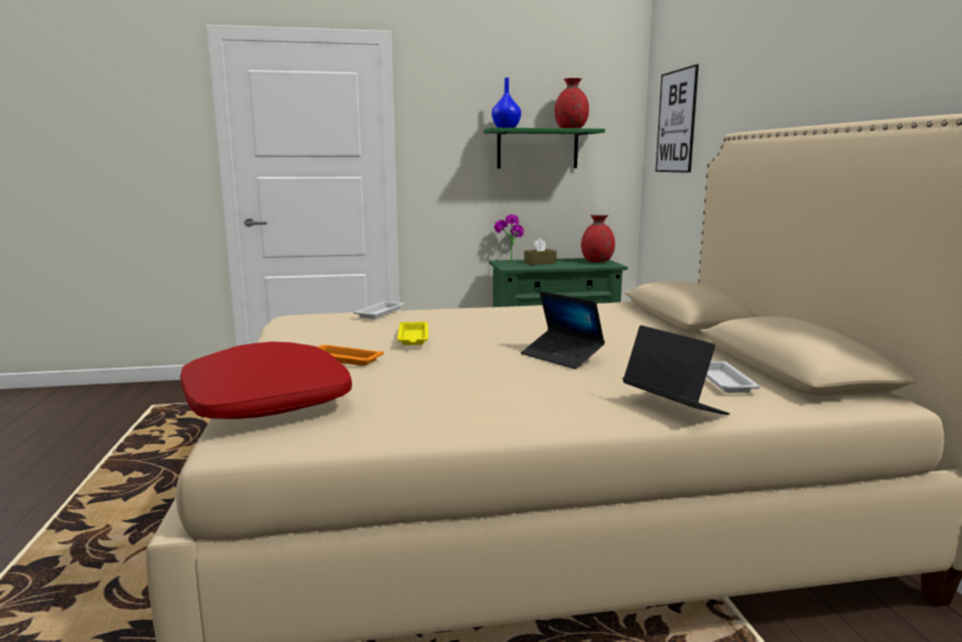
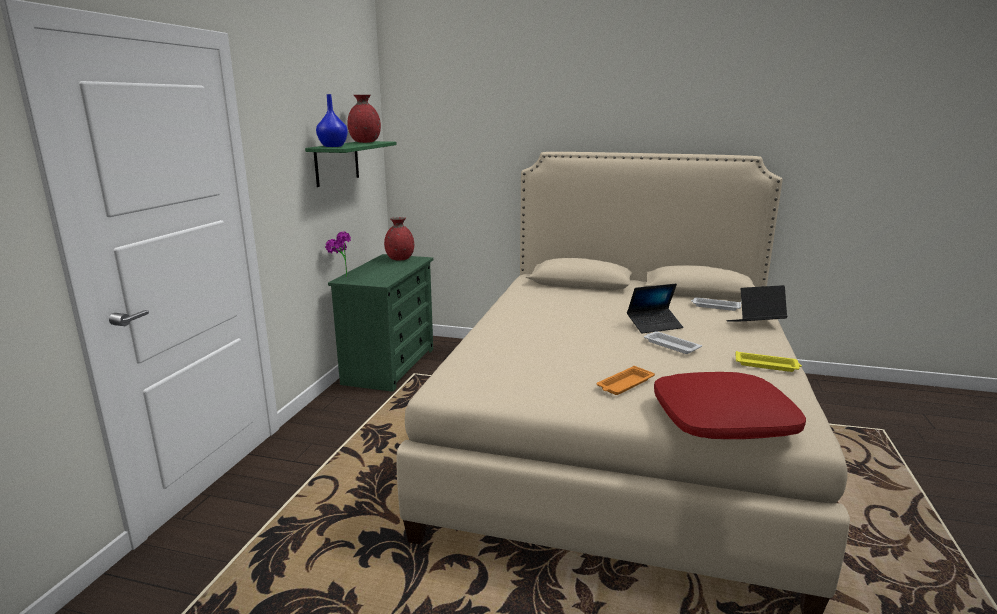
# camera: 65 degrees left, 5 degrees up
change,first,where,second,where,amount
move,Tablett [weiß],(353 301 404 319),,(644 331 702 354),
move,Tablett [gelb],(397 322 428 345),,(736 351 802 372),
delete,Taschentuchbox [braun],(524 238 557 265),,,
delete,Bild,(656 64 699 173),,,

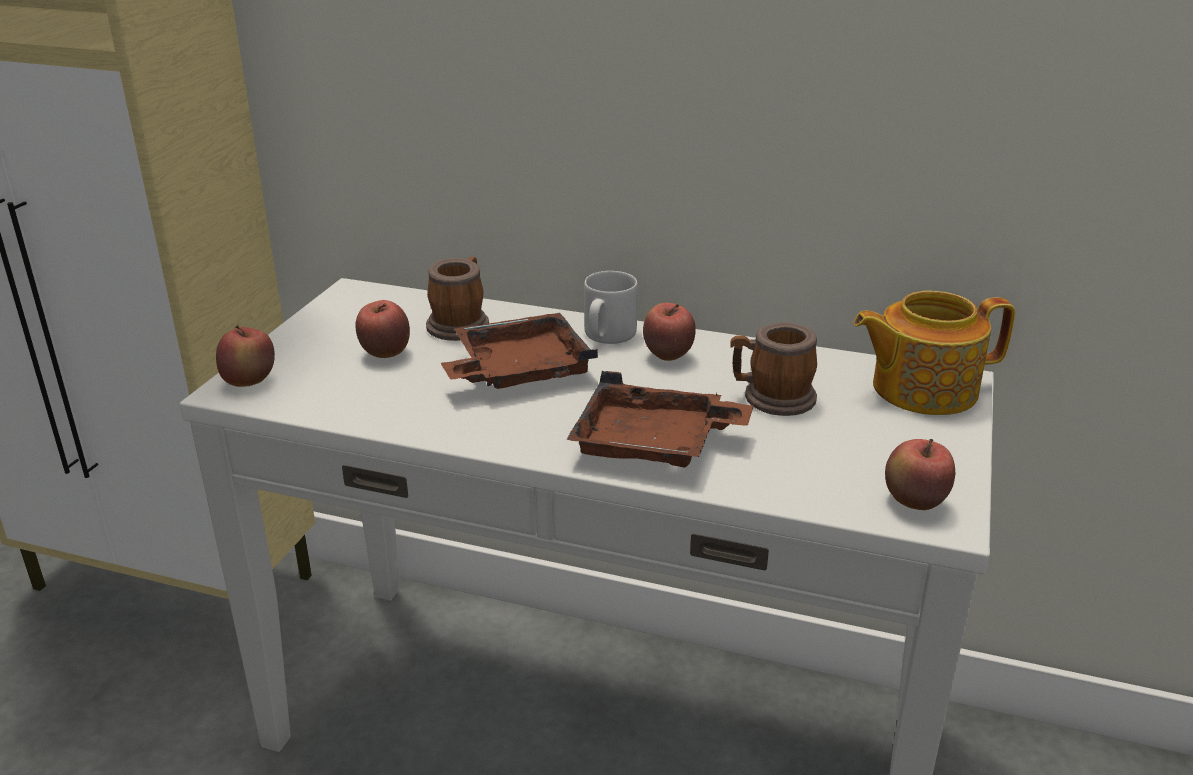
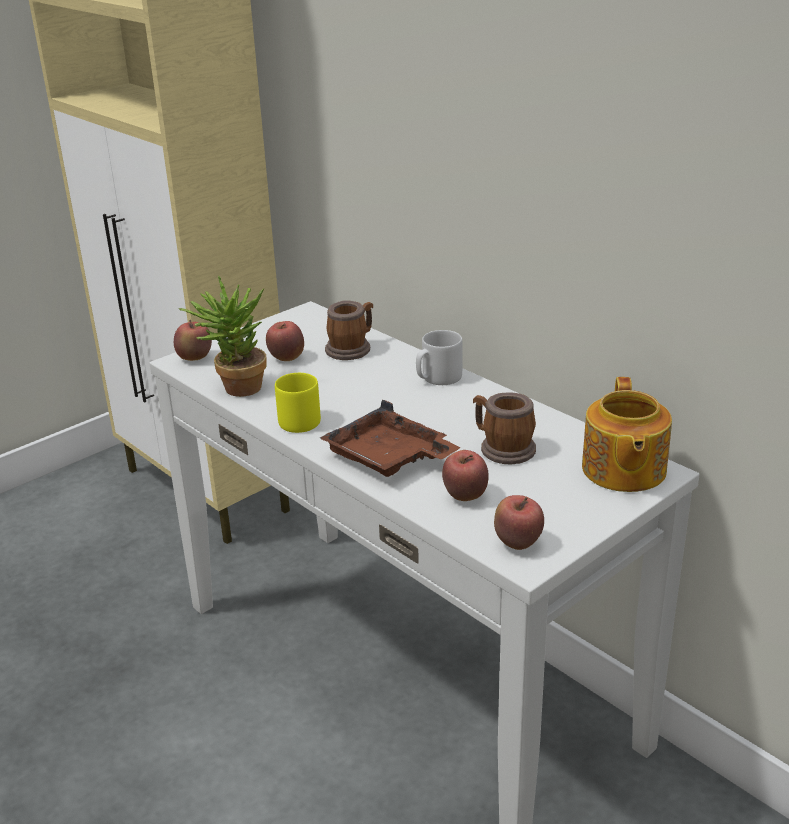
# camera: 30 degrees right, 0 degrees up
change,first,where,second,where,amount
delete,Tablett [braun],(441 313 598 389),,,
move,Apfel,(643 303 696 361),,(442 450 489 501),
rotate,Teekanne,(853 291 1015 415),,(582 377 672 492),105 degrees counterclockwise
insert,,,Topfpflanze,(179 276 267 397),
insert,,,Henkelbecher [gelb],(275 373 321 433),

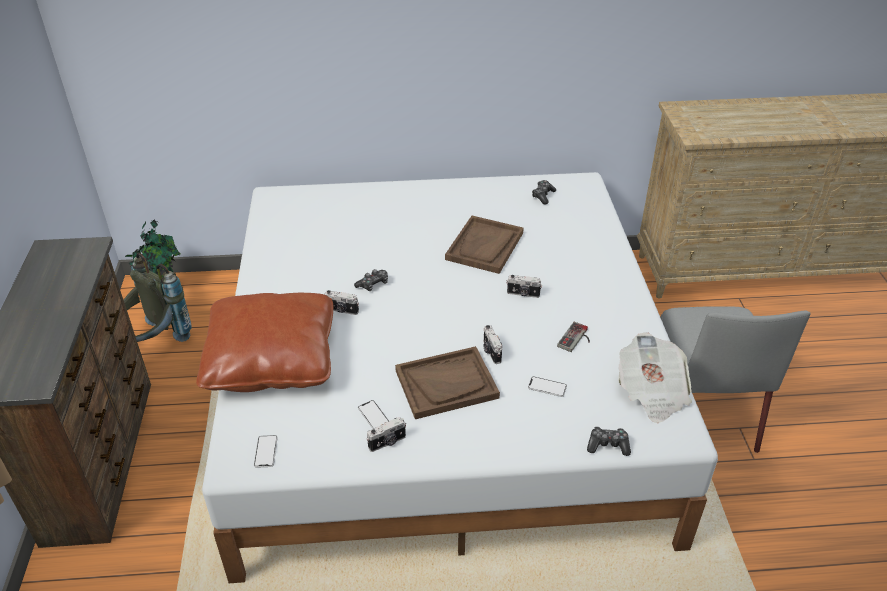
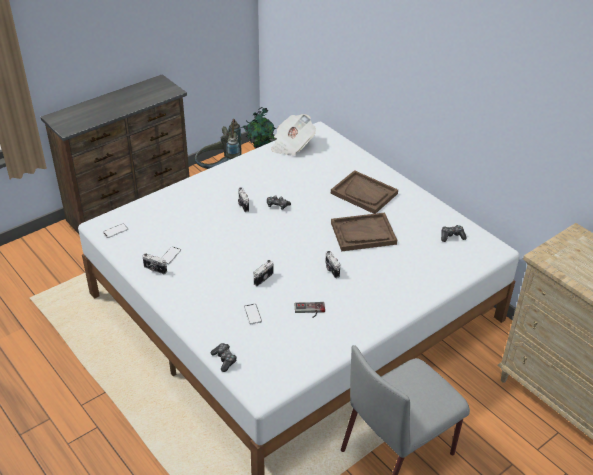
# camera: 55 degrees right, 0 degrees up
change,first,where,second,where,amount
delete,Kissen [braun],(196 293 333 392),,,
move,Tablett [braun],(395 346 500 419),,(331 170 398 214),
move,Zeitung,(618 332 692 423),,(271 114 316 156),

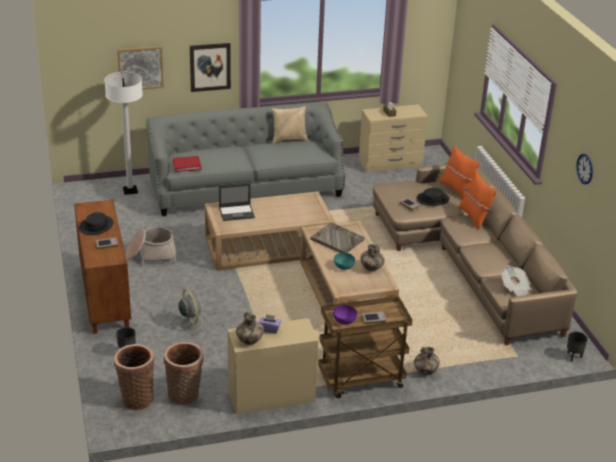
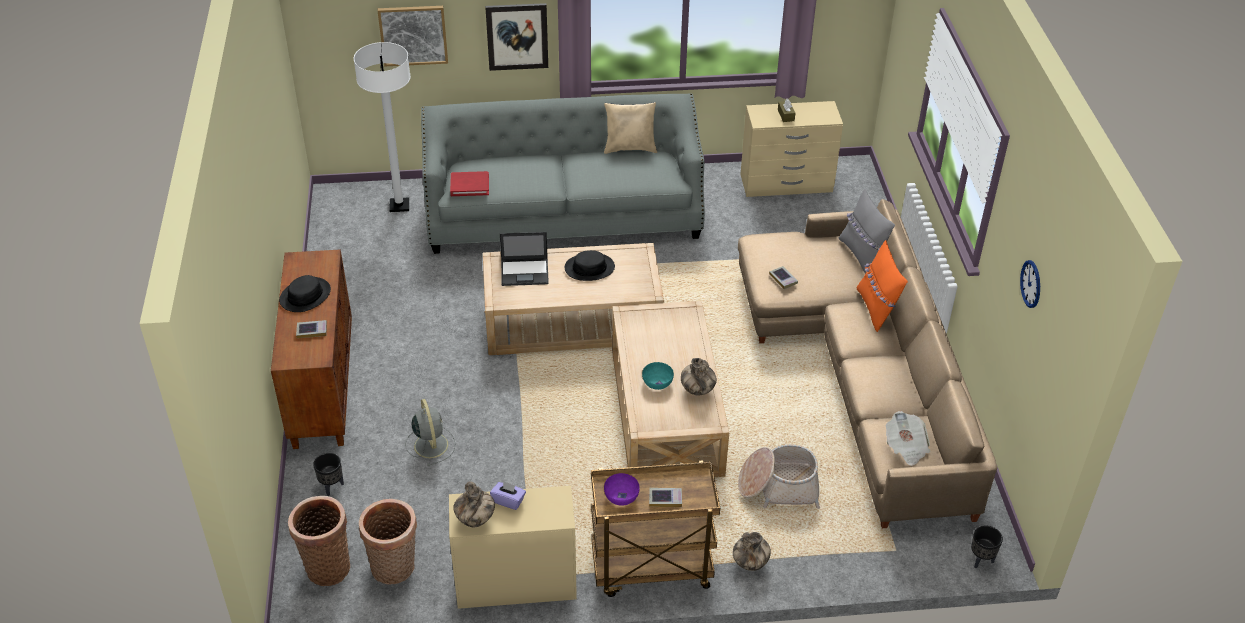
# camera: 10 degrees right, 10 degrees up
change,first,where,second,where,amount
move,Korb,(126 227 177 265),,(738 444 820 509),
delete,Tablett [grau],(310 223 365 253),,,
move,Hut [schwarz],(416 188 449 206),,(565 250 615 281),
recolor,Kissen [orange],(439 145 480 200),Kissen [grau],(839 189 895 274),

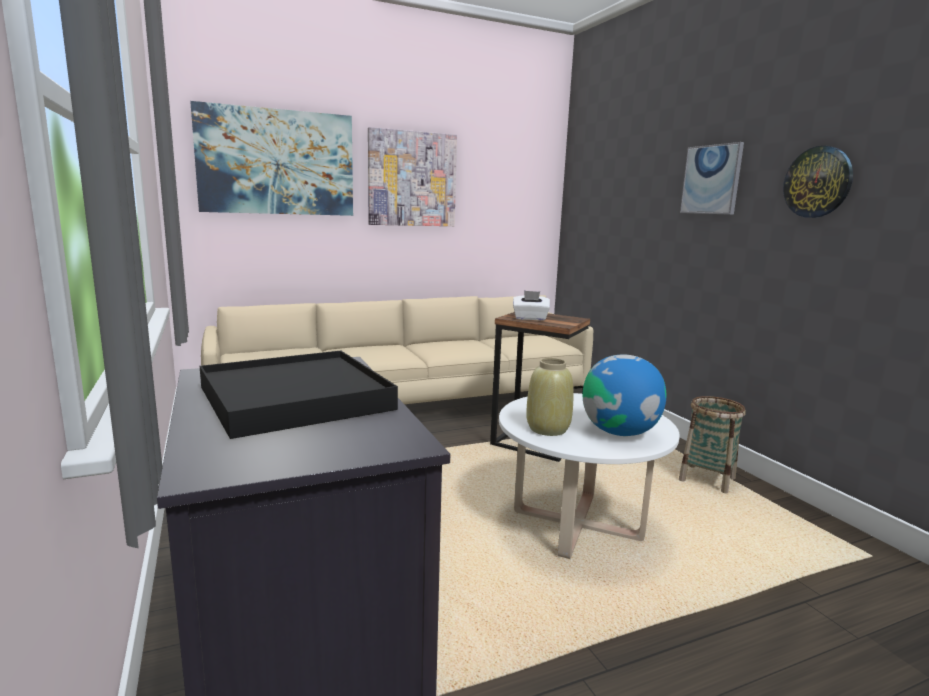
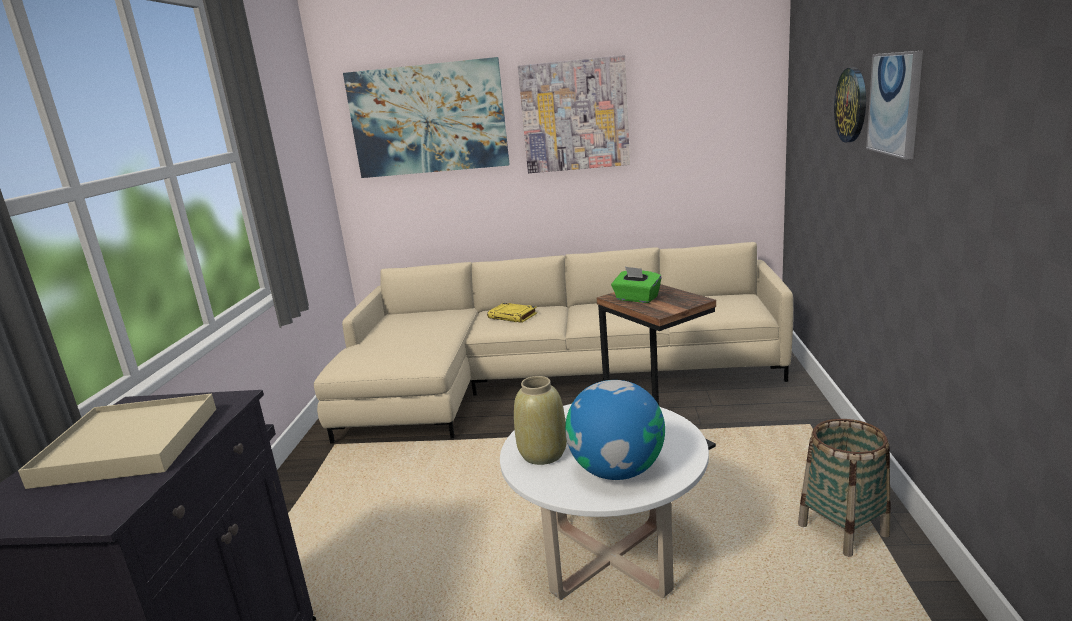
# camera: 30 degrees right, 5 degrees up
change,first,where,second,where,amount
recolor,Tablett [schwarz],(200 351 398 439),Tablett [beige],(18 394 216 489),
recolor,Taschentuchbox [weiß],(513 290 550 321),Taschentuchbox [grün],(611 267 662 303),
move,Wanduhr,(783 146 853 218),,(834 67 866 142),
insert,,,Buch [gelb],(487 303 537 323),

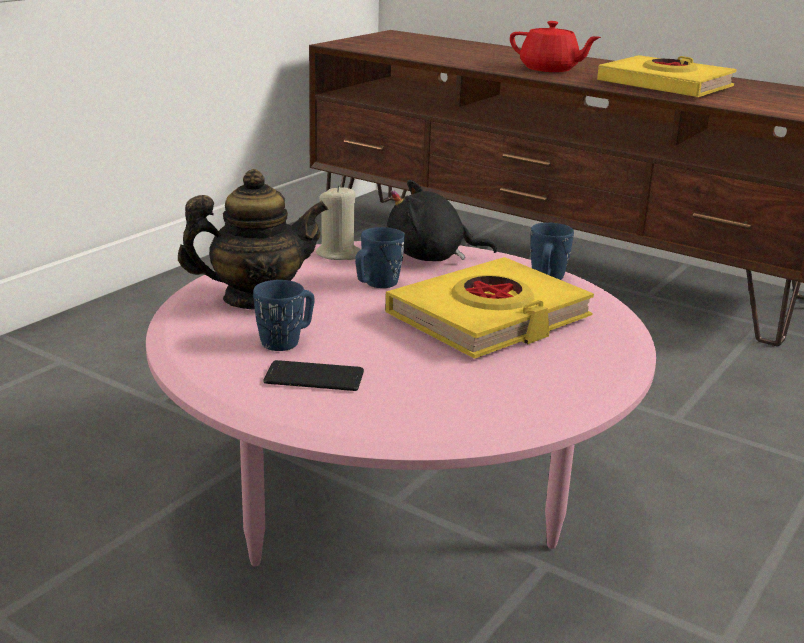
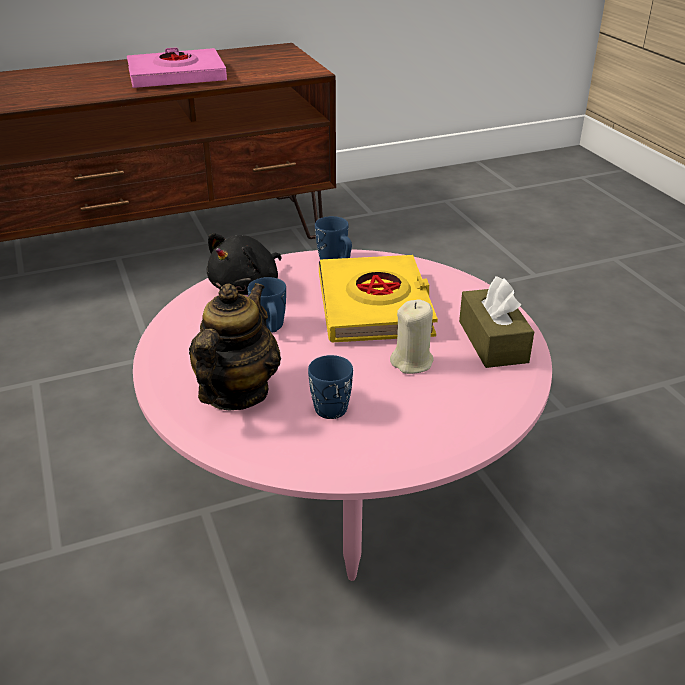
# camera: 55 degrees left, 10 degrees up
change,first,where,second,where,amount
delete,Handy,(263 360 364 391),,,
move,Kerze [beige],(316 185 361 260),,(390 299 434 374),
delete,Teekanne [rot],(510 21 601 72),,,
recolor,Buch [gelb],(597 55 736 97),Buch [rosa],(127 48 227 88),
insert,,,Taschentuchbox [braun],(459 276 534 368),

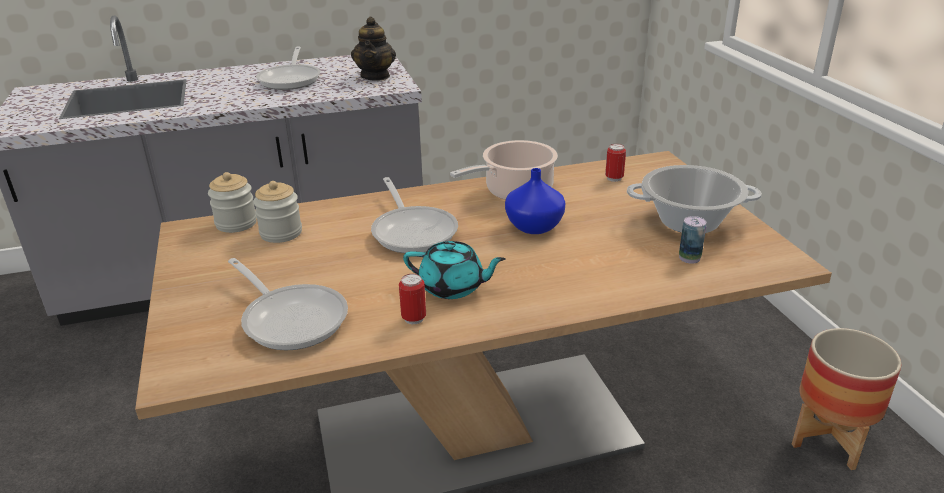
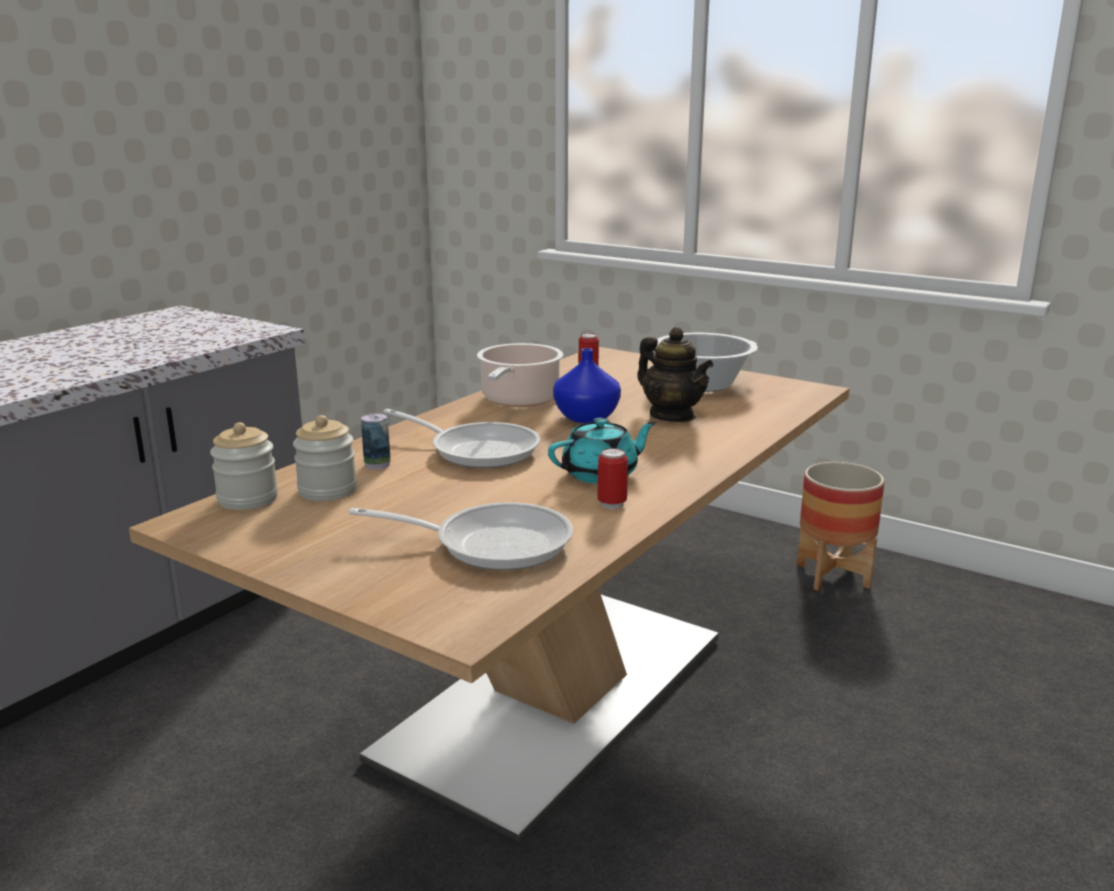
# camera: 40 degrees left, 10 degrees down
change,first,where,second,where,amount
delete,Pfanne,(256 46 320 90),,,
move,Teekanne,(351 17 396 81),,(637 327 713 422),
move,Dose,(679 216 706 264),,(361 413 391 470),

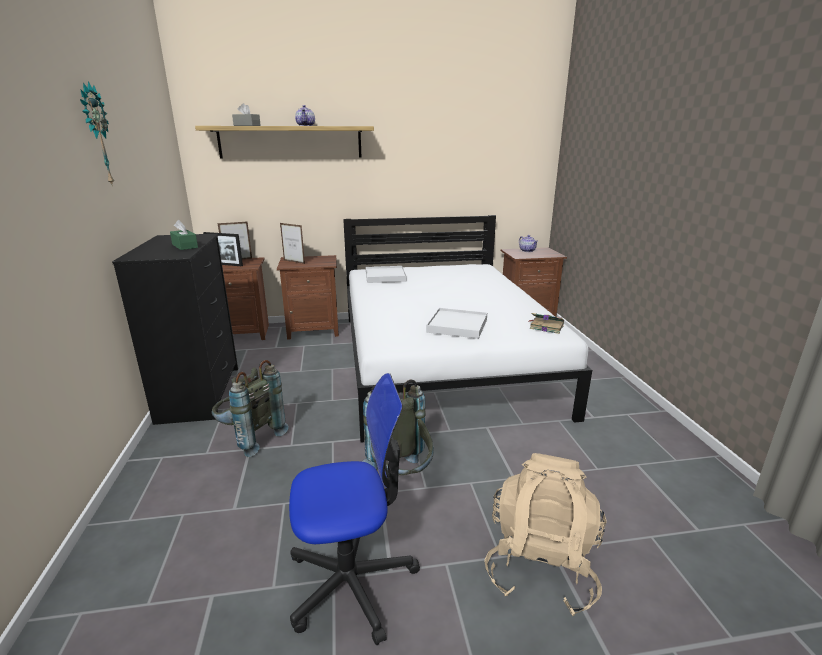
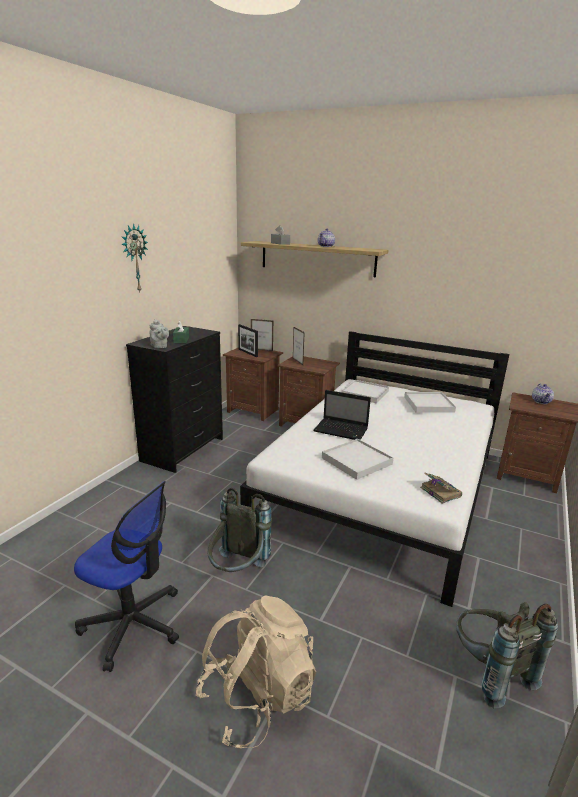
# camera: 35 degrees right, 0 degrees up
change,first,where,second,where,amount
move,Rucksack [grau],(212 360 289 457),,(456 602 558 708),
insert,,,Teekanne [grau],(149 319 169 348),
insert,,,Laptop,(313 390 371 440),
insert,,,Tablett [weiß],(404 392 456 413),

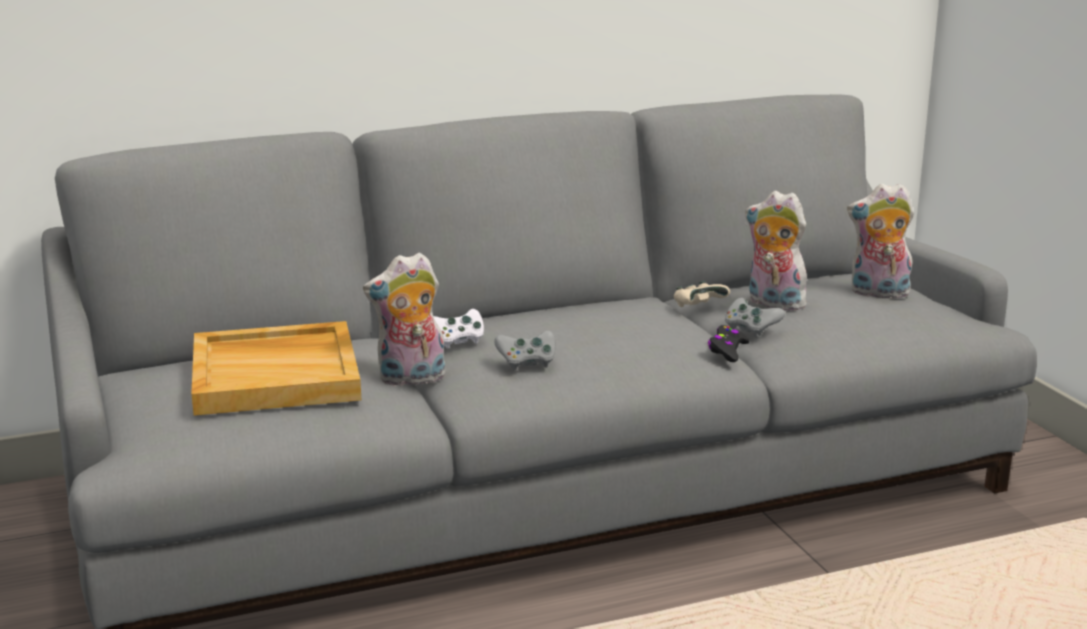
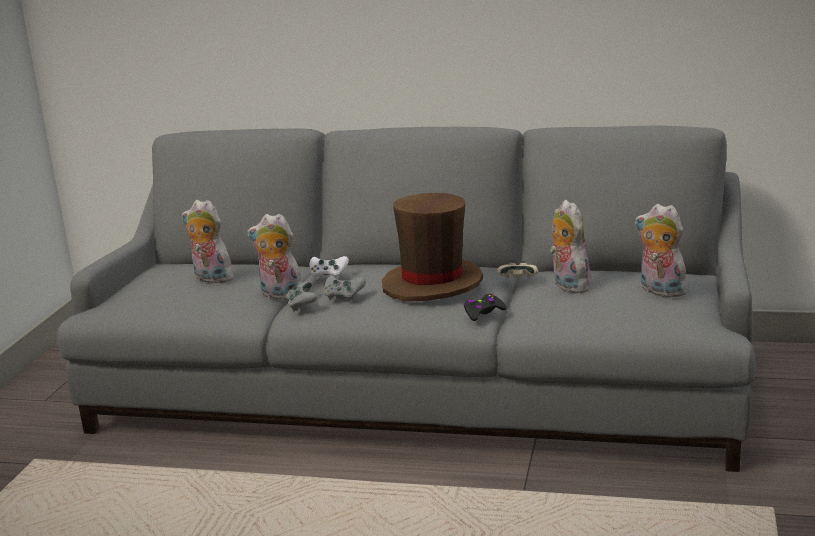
# camera: 35 degrees right, 0 degrees up
change,first,where,second,where,amount
replace,Tablett [beige],(191 321 361 416),Plüschtier,(182 200 236 285),
move,Gamepad [grau],(725 298 785 337),,(285 282 317 311),
insert,,,Hut [braun],(382 193 483 302),

